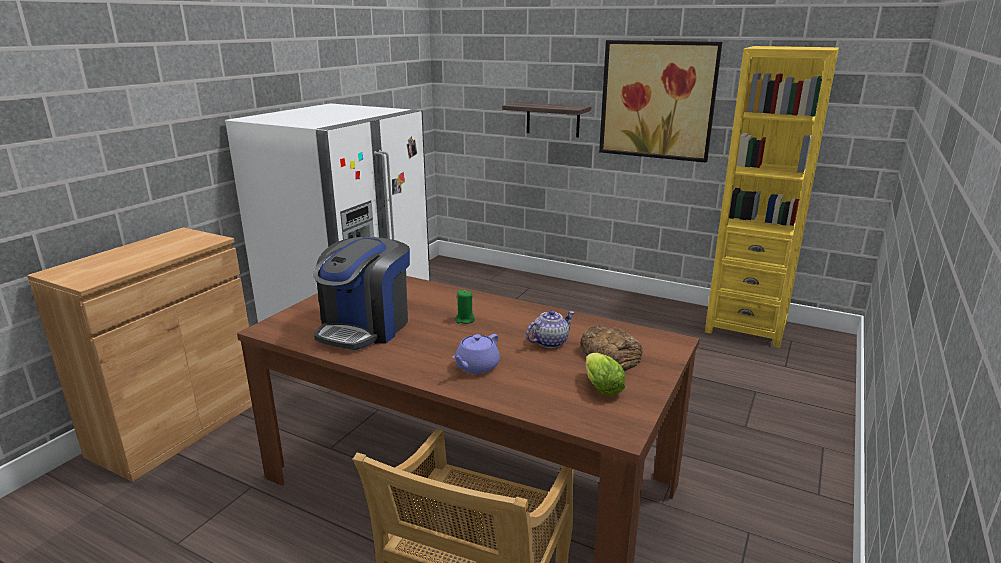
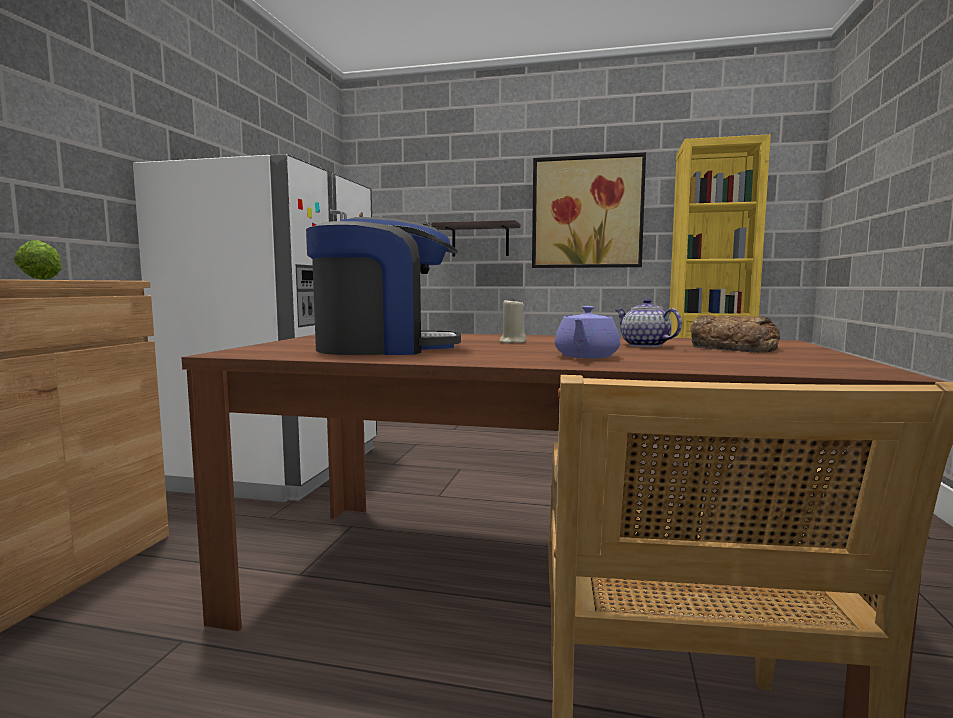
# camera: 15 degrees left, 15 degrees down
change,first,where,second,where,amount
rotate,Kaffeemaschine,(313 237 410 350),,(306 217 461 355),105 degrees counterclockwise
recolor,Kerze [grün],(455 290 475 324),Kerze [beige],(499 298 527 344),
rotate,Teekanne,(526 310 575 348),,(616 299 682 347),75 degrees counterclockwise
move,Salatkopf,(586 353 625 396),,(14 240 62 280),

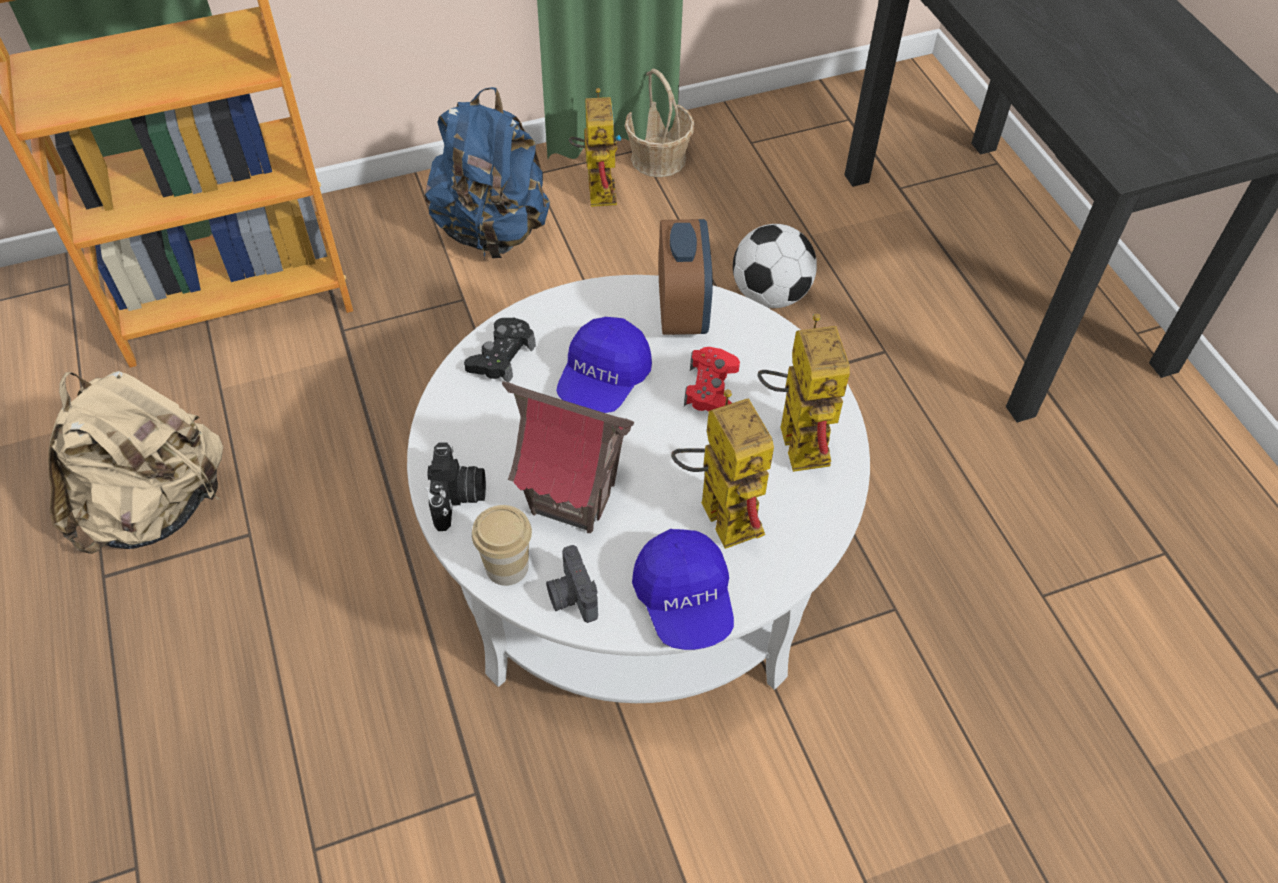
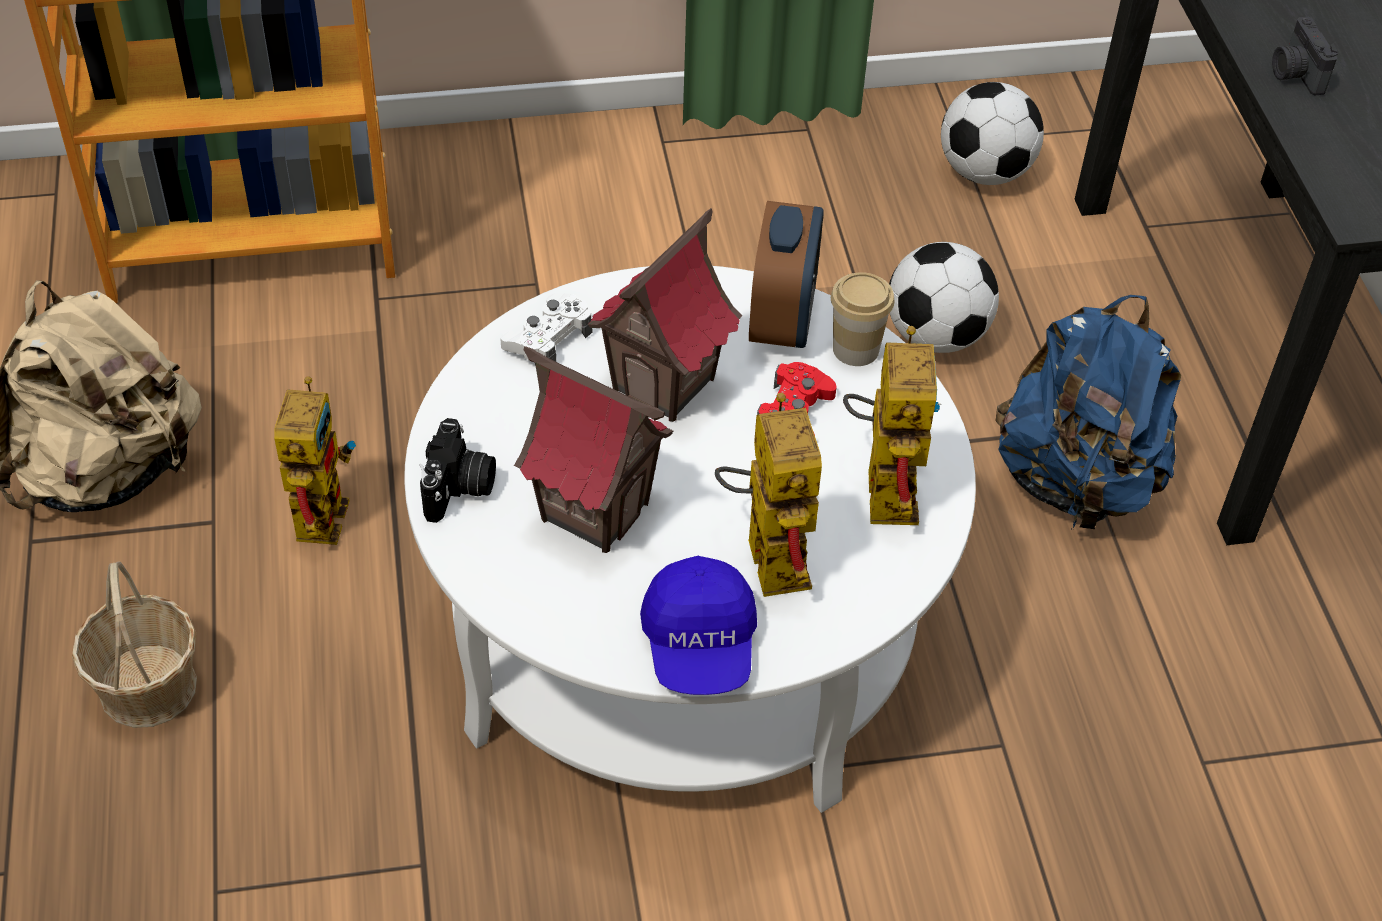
# camera: 10 degrees right, 5 degrees down
change,first,where,second,where,amount
move,Rucksack [blau],(425 87 550 258),,(996 295 1181 530),
recolor,Gamepad [schwarz],(464 318 536 382),Gamepad [weiß],(500 293 592 362),
move,Tasse,(472 505 532 586),,(831 272 894 366),
move,Kamera,(546 545 598 623),,(1272 17 1338 95),
replace,Kappe [blau],(556 317 652 413),Spielzeughaus,(588 208 743 422),
move,Spielzeugroboter,(569 88 621 207),,(274 376 356 545),
move,Korb,(625 69 695 177),,(72 561 197 728),
insert,,,Fußball,(941 82 1044 185),

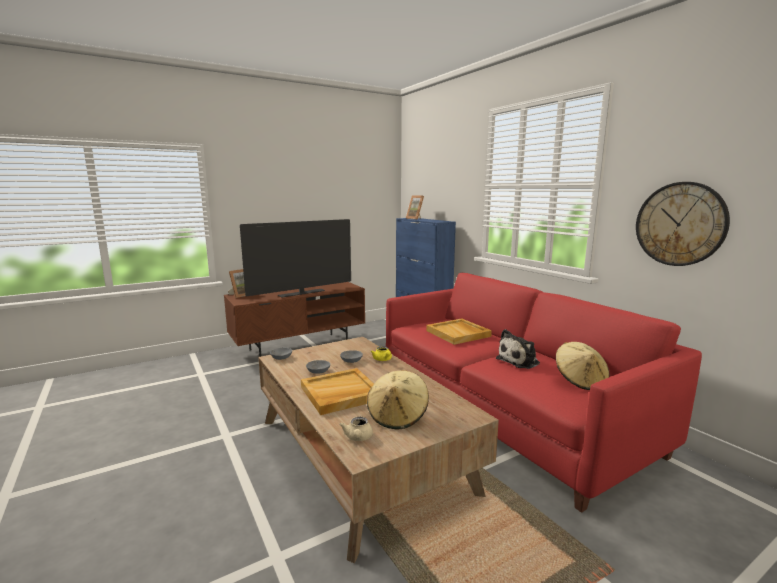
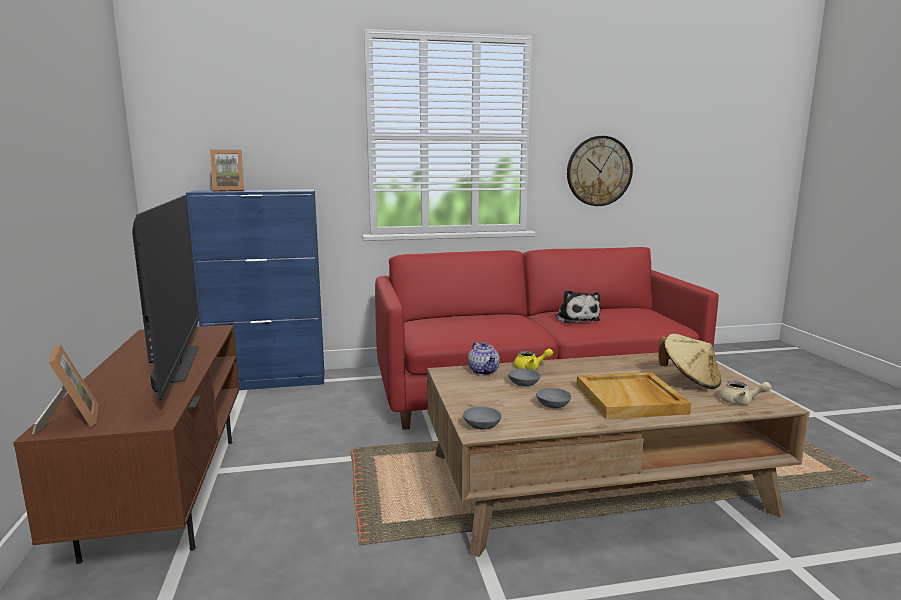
# camera: 70 degrees left, 0 degrees up
change,first,where,second,where,amount
delete,Tablett [beige],(426 319 492 345),,,
delete,Hut [beige],(556 342 610 390),,,
insert,,,Teekanne,(468 342 500 375),

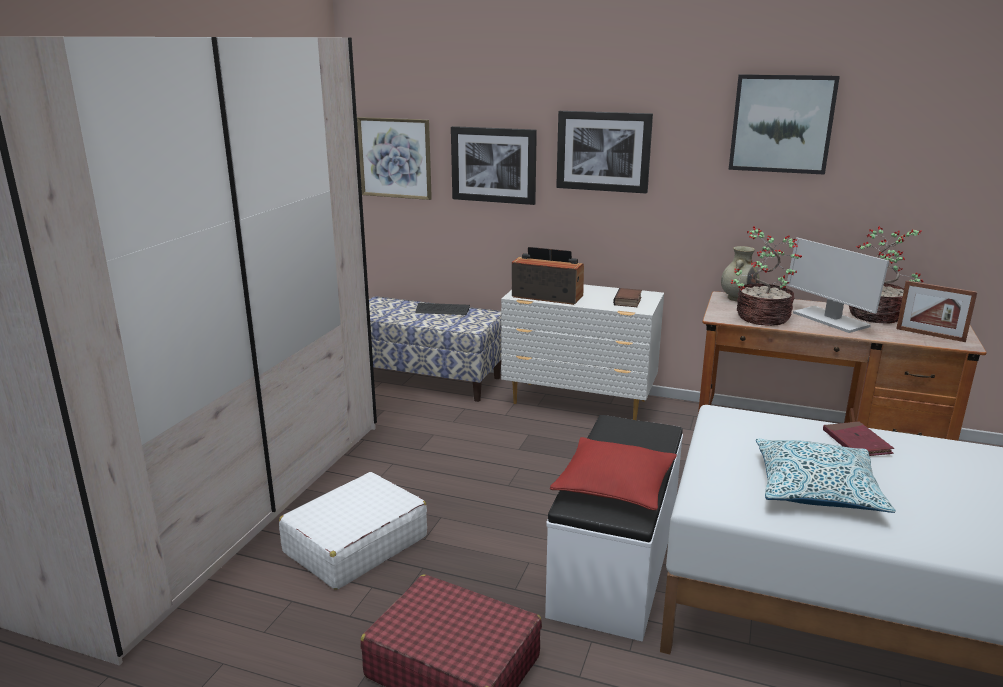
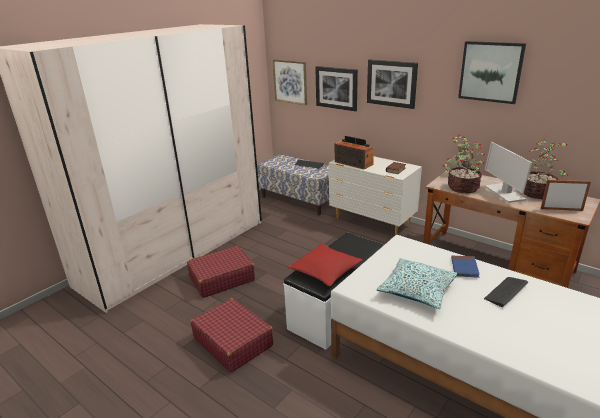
# camera: 20 degrees right, 5 degrees up
change,first,where,second,where,amount
recolor,Koffer [weiß],(279 472 427 590),Koffer [rot],(187 245 255 298),
recolor,Buch [rot],(823 422 894 456),Buch [blau],(451 255 480 278),
rotate,Bilderrahmen,(896 281 977 342),,(541 180 591 211),135 degrees clockwise
insert,,,Tastatur,(484 277 528 307),

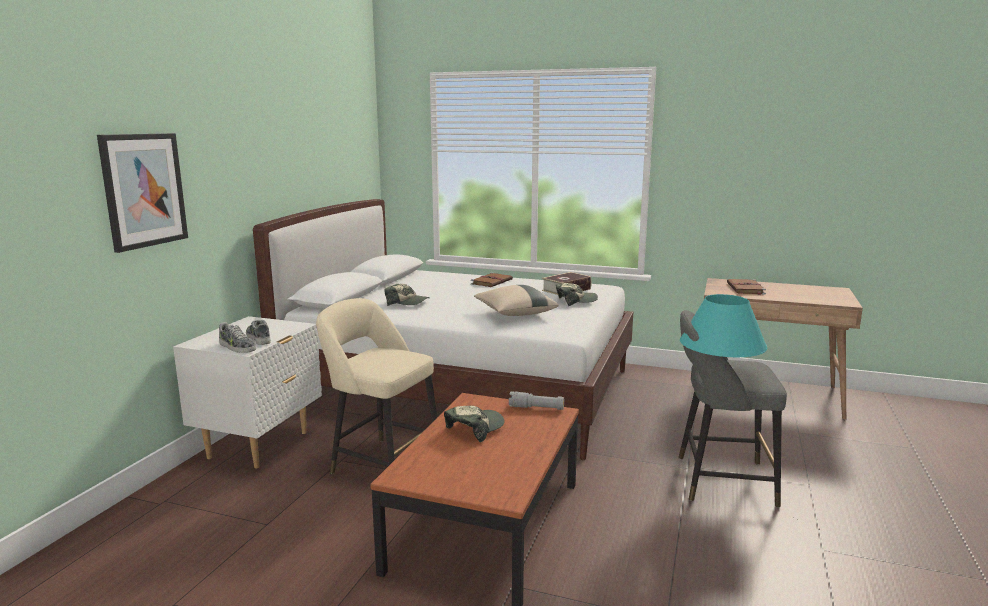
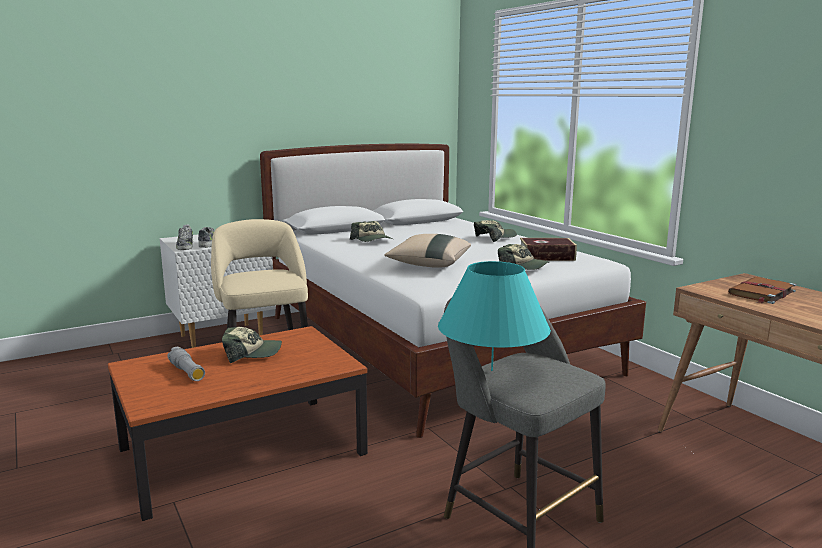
# camera: 40 degrees right, 0 degrees up
change,first,where,second,where,amount
delete,Bild,(97 133 188 253),,,
replace,Buch [braun],(471 273 513 287),Kappe,(474 220 517 242),
move,Taschenlampe [grau],(509 391 564 410),,(168 347 205 381),

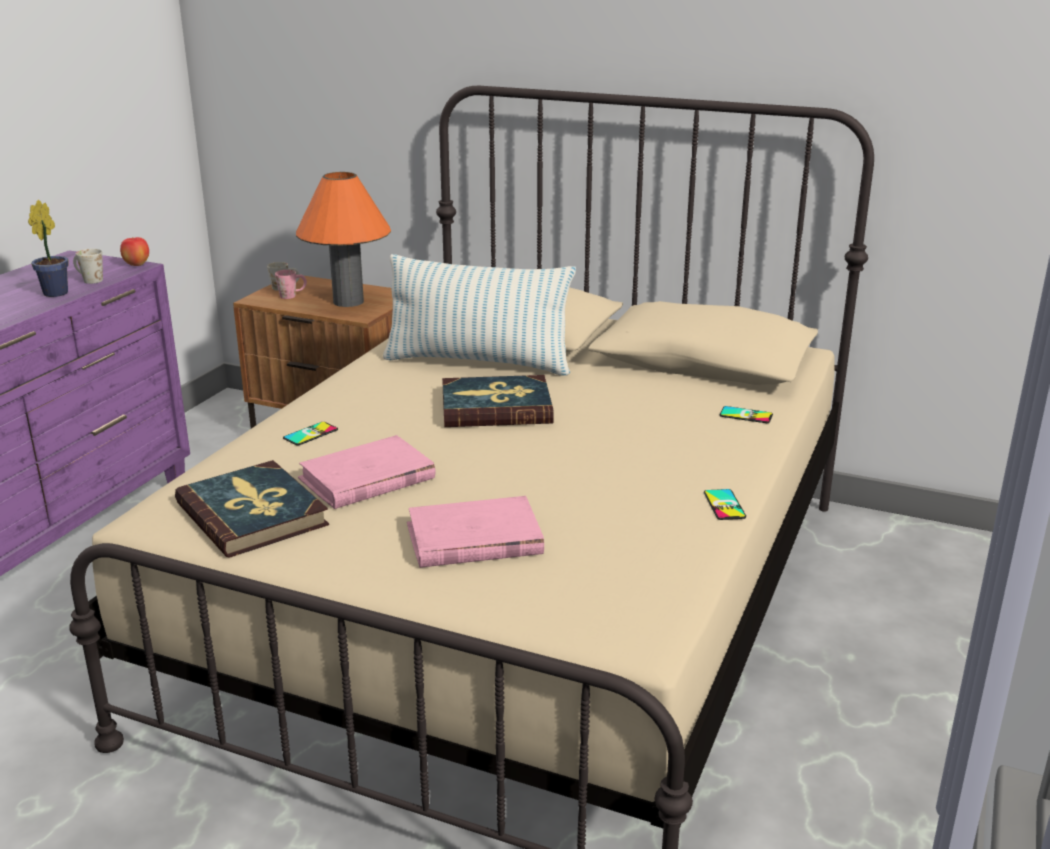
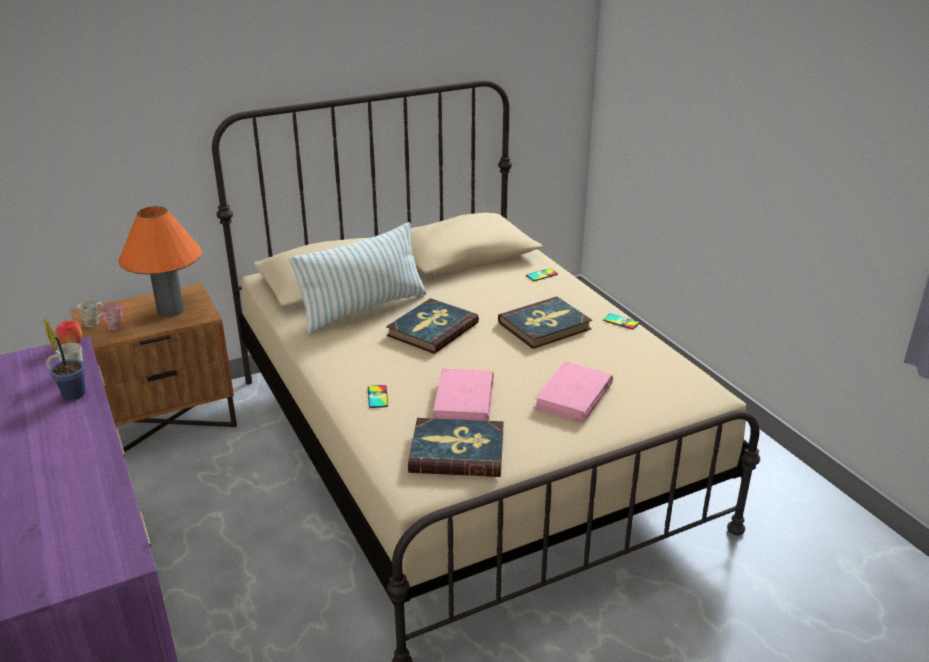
# camera: 50 degrees left, 5 degrees up
change,first,where,second,where,amount
insert,,,Buch,(498 297 592 349),

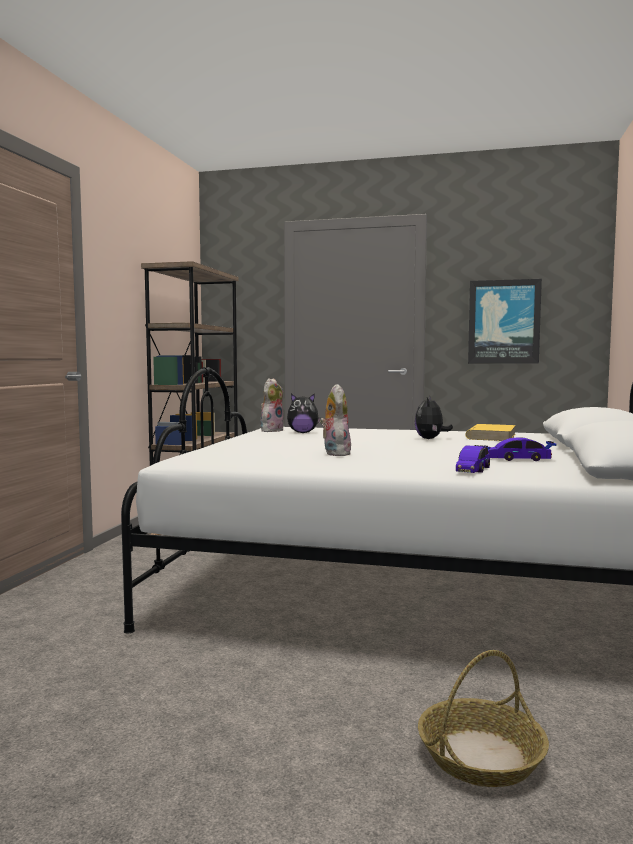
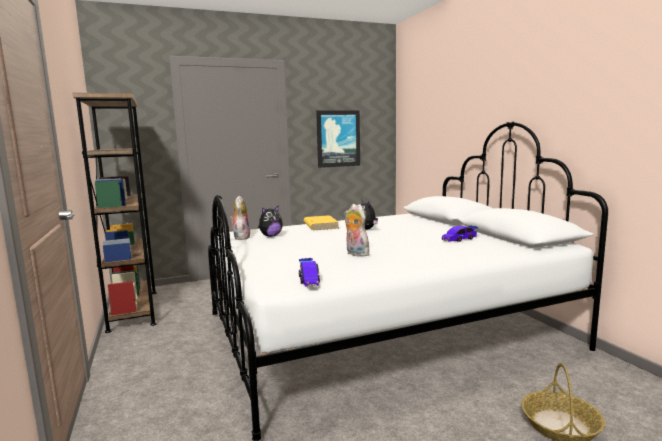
# camera: 35 degrees left, 5 degrees up
change,first,where,second,where,amount
move,Spielzeugauto,(456 445 490 473),,(299 258 320 287),
move,Buch [gelb],(465 424 516 441),,(304 215 339 230),

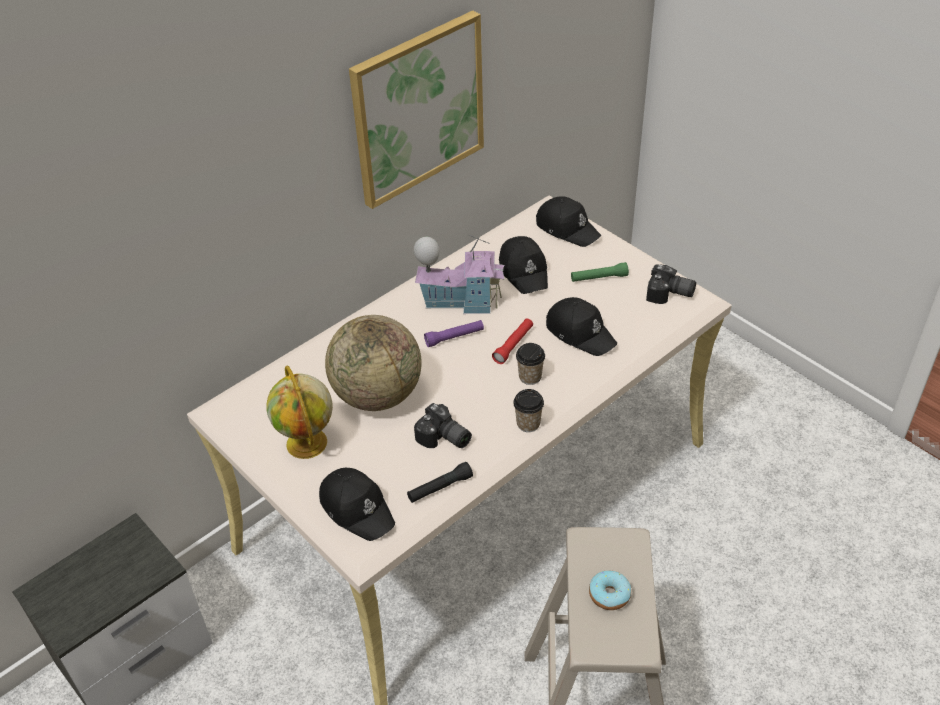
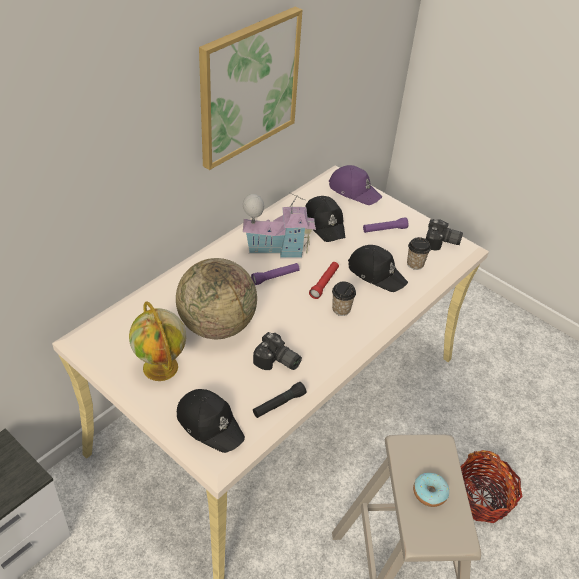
# camera: 10 degrees left, 0 degrees up
change,first,where,second,where,amount
move,Tasse,(513 389 544 432),,(407 237 431 270),
recolor,Kappe [schwarz],(536 196 601 247),Kappe [lila],(329 165 382 205),
recolor,Taschenlampe [grün],(571 262 629 282),Taschenlampe [lila],(363 218 409 233),
insert,,,Korb,(461 450 523 523),

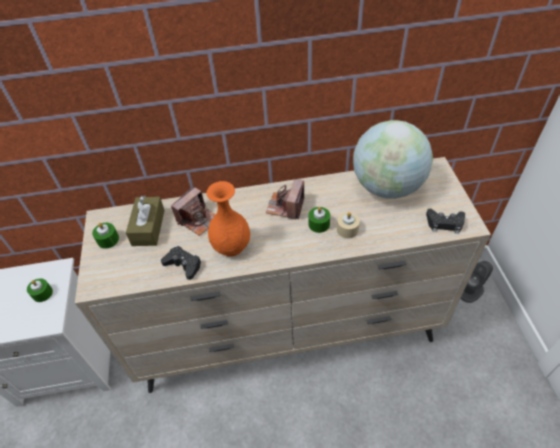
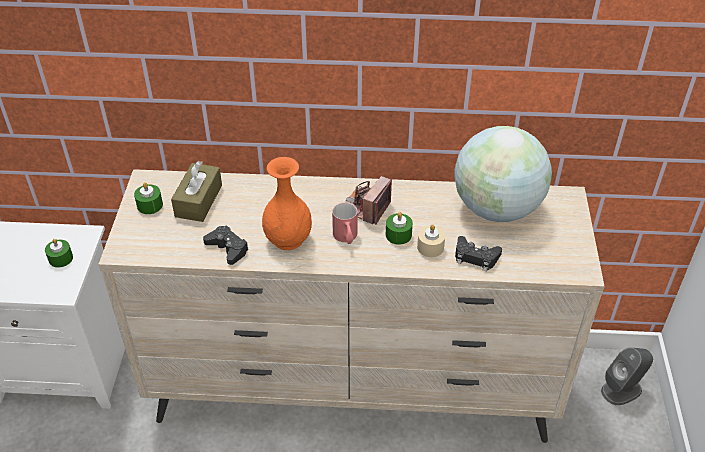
# camera: 10 degrees right, 5 degrees down
change,first,where,second,where,amount
delete,Kamera,(171 187 216 236),,,
move,Gamepad [schwarz],(426 209 465 234),,(455 236 502 272),
insert,,,Henkelbecher [rot],(332 202 358 244),

